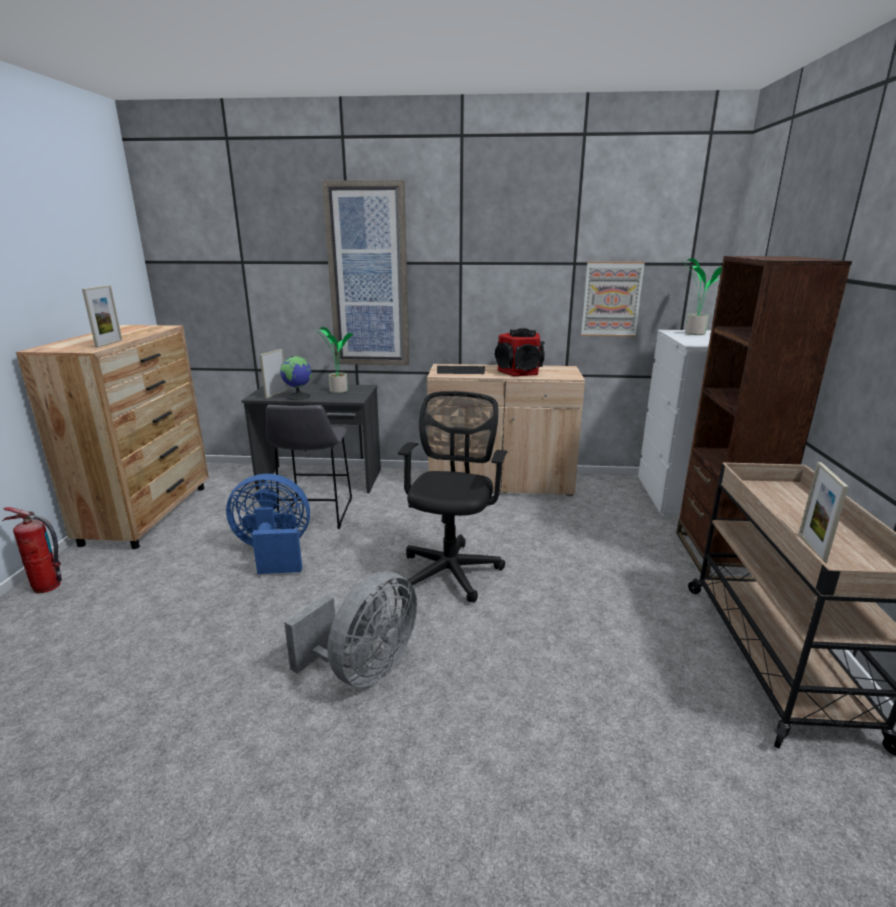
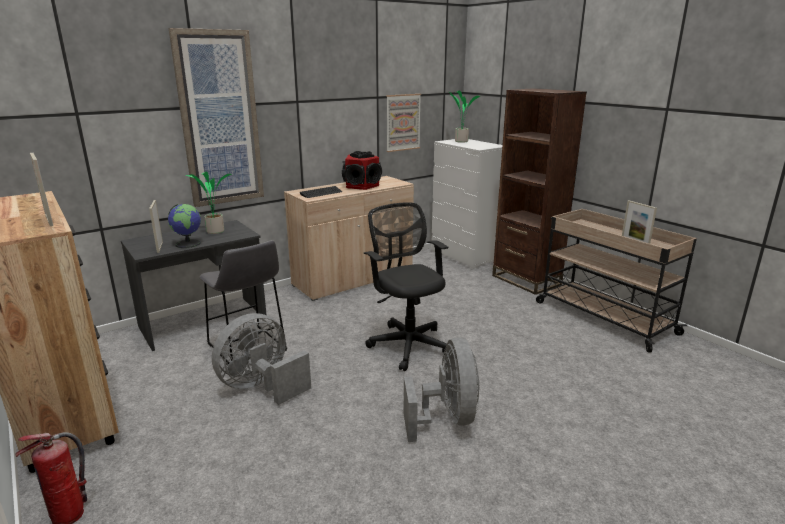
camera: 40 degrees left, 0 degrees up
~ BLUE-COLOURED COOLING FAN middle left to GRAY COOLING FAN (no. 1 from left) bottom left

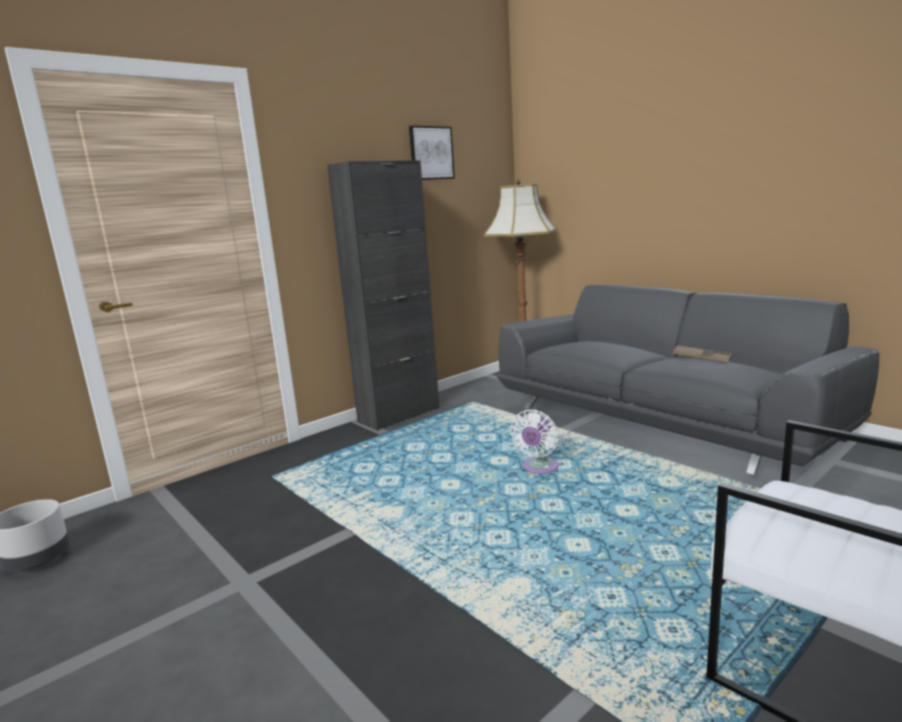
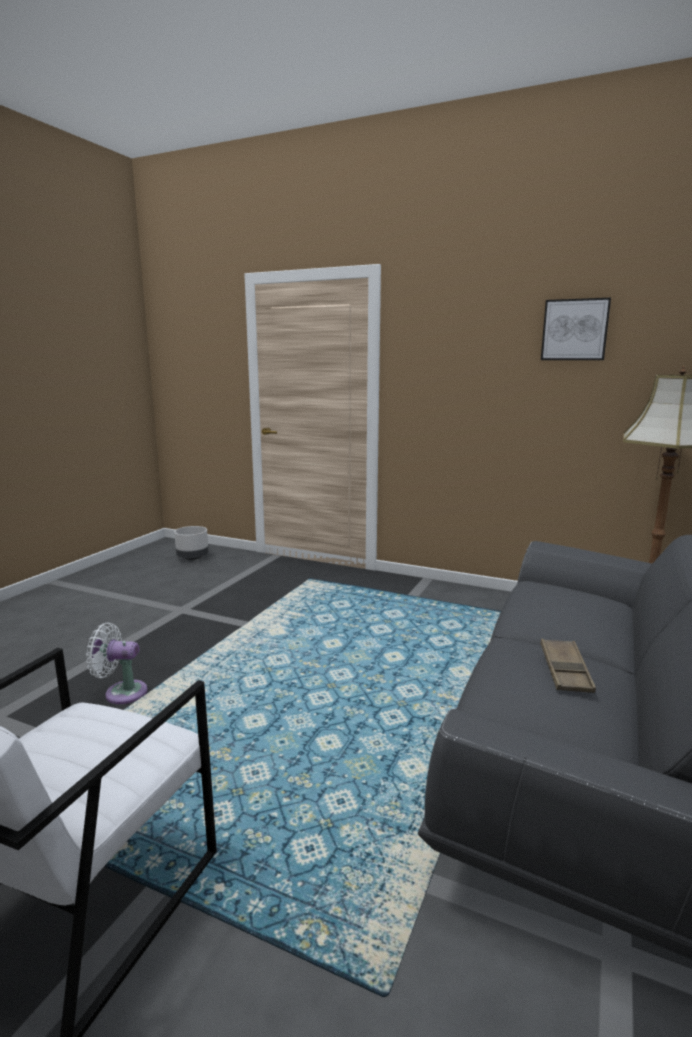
camera: 65 degrees right, 0 degrees up
- BLACKISH CUPBOARD centre
~ WHITE-COLOURED COOLING FAN centre to middle left

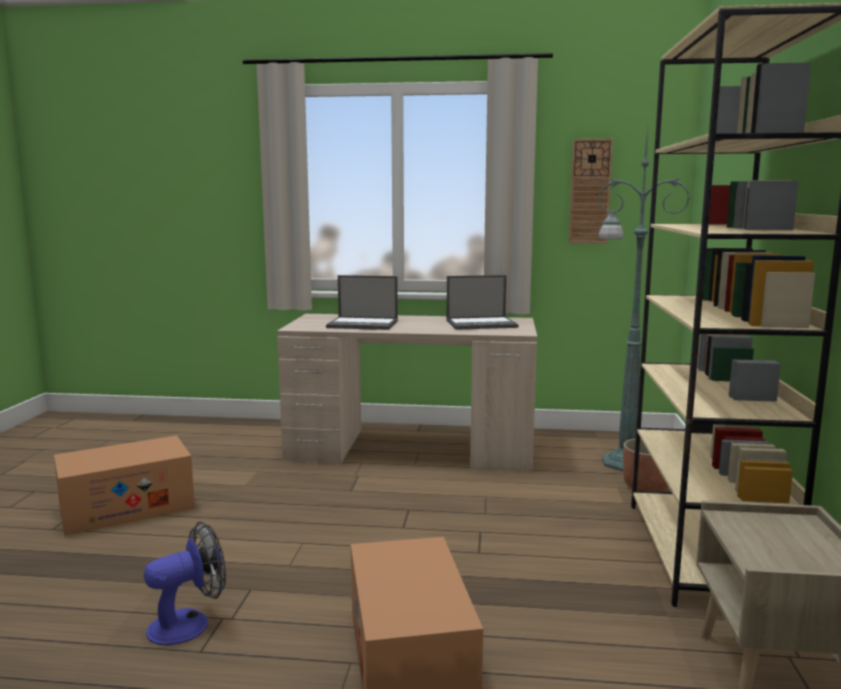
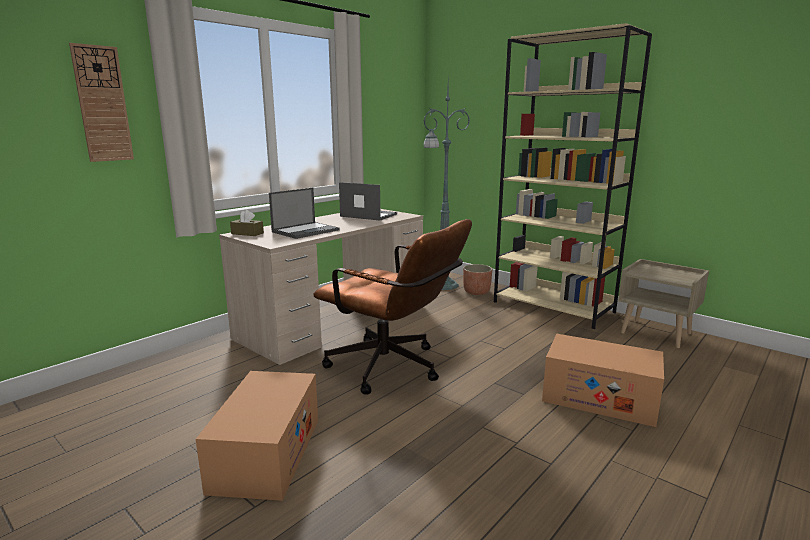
camera: 55 degrees left, 5 degrees up
- COOLING FAN bottom left
+ BROWN-COLOURED BOX OF TISSUES middle left
+ BROWN-COLOURED OFFICE CHAIR centre
~ CLOCK ON THE WALL top right to top left
~ PORTABLE COMPUTER (no. 2 from left) centre = centre 90 degrees counterclockwise

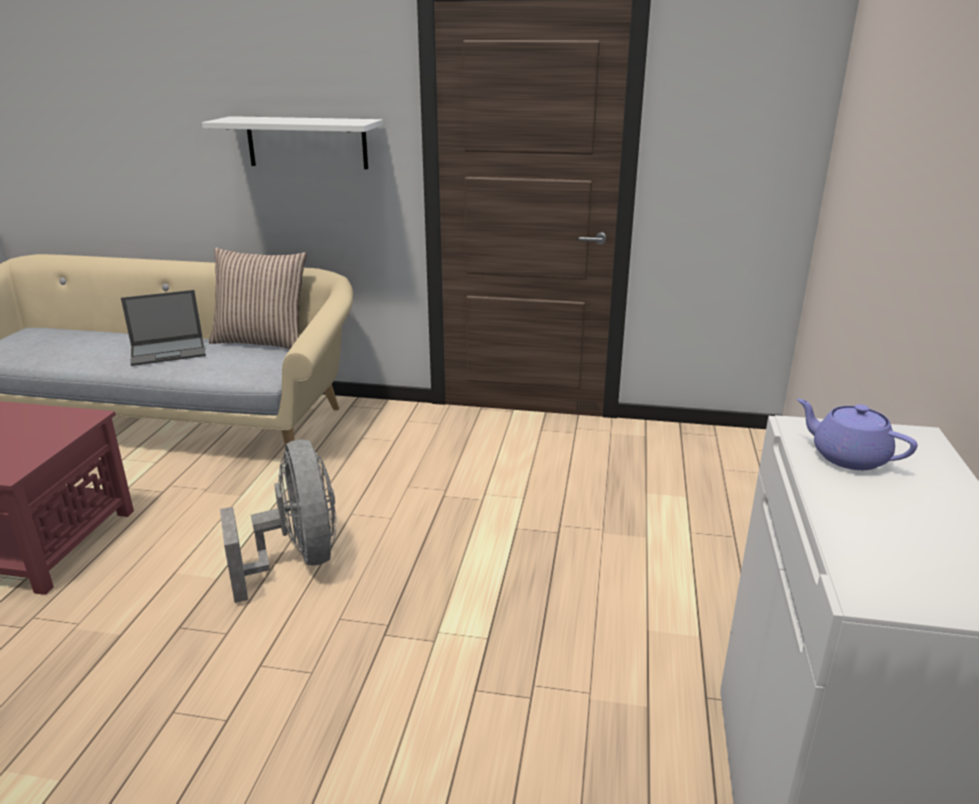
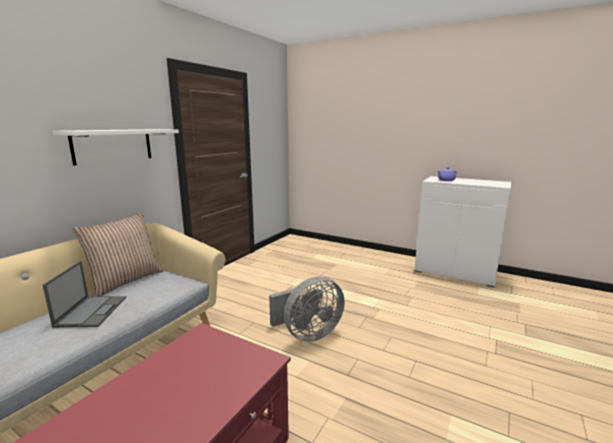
camera: 70 degrees left, 10 degrees down
~ GRAY COOLING FAN middle left = bottom centre 150 degrees clockwise

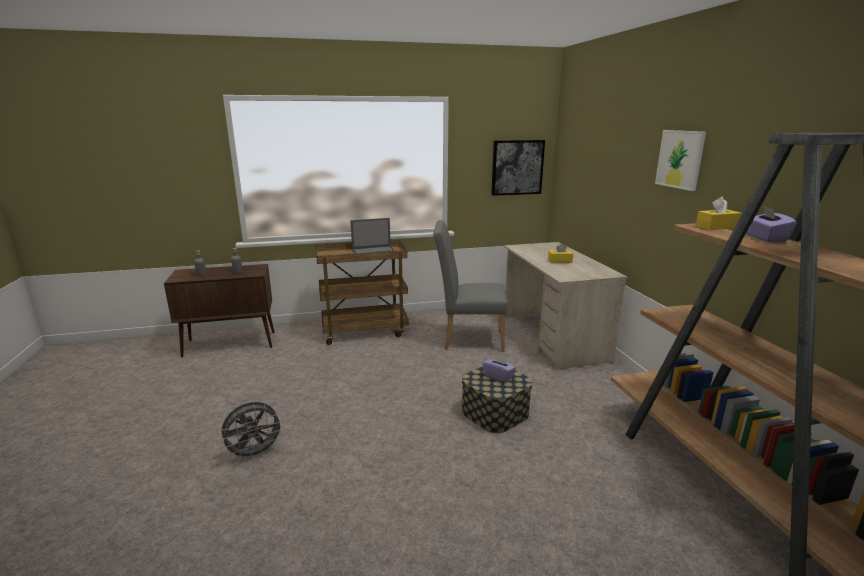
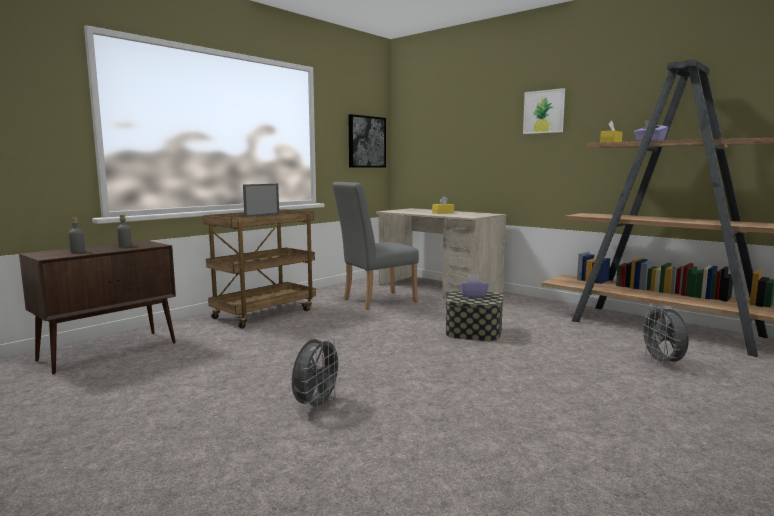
camera: 35 degrees left, 10 degrees down
+ GRAY COOLING FAN (no. 2 from left) middle right

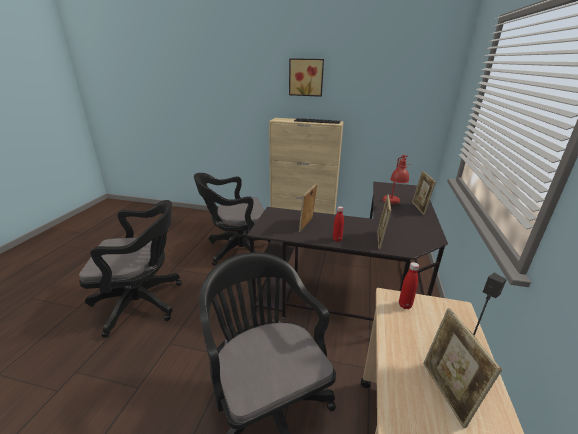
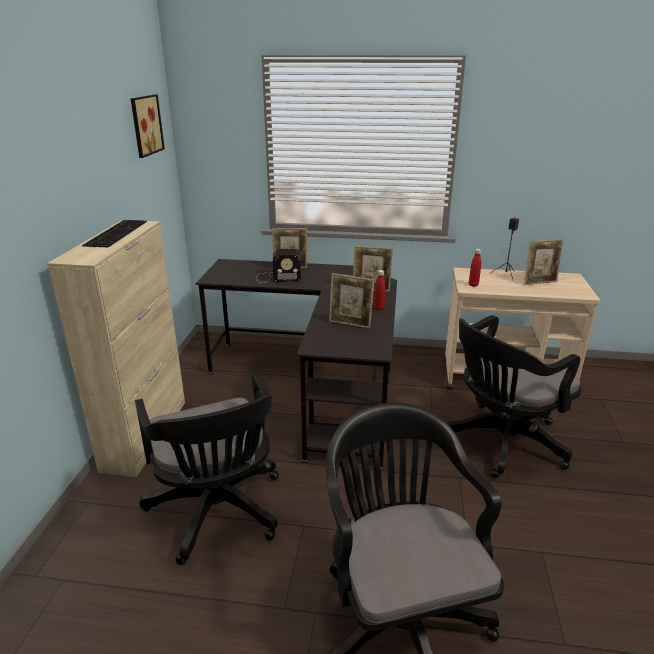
camera: 95 degrees left, 0 degrees up
~ PICTURE top centre to top left
~ RED LAMP FOR A TABLE middle right to RADIO SET centre

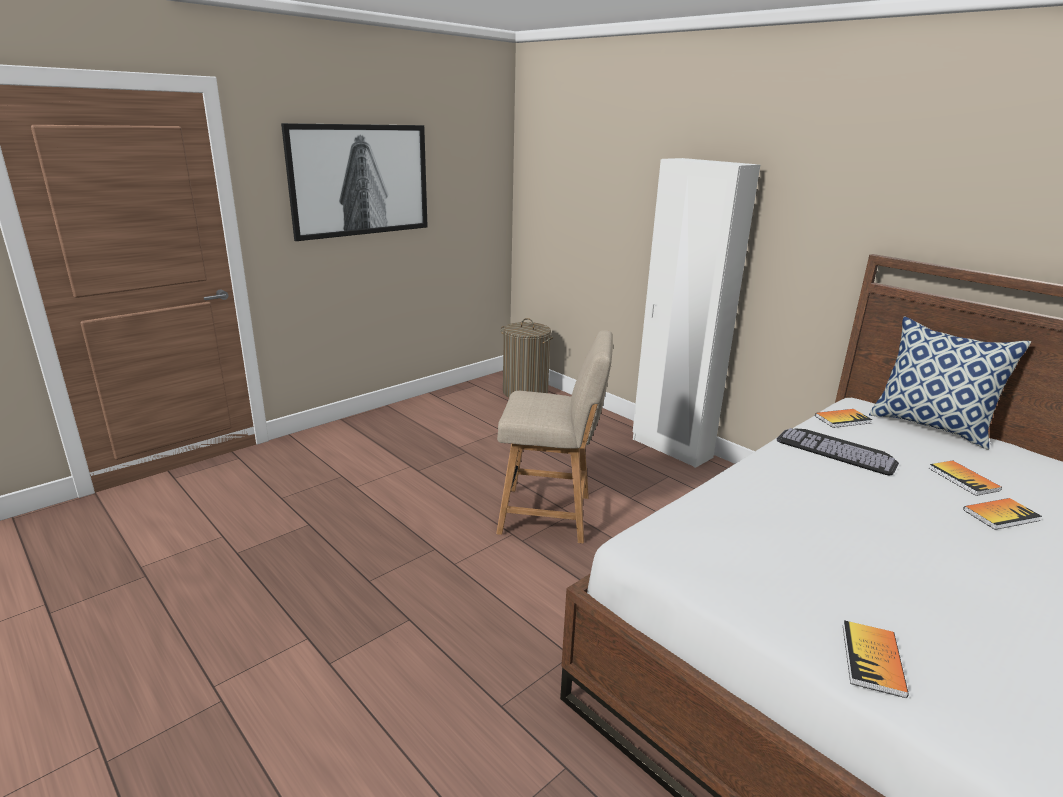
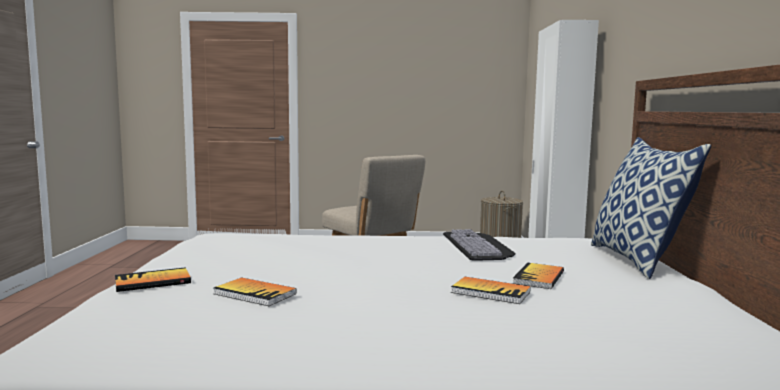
camera: 45 degrees right, 15 degrees down
- PICTURE top left
~ VOLUME (no. 1 from left in the first image) middle right to VOLUME (no. 2 from left) bottom left

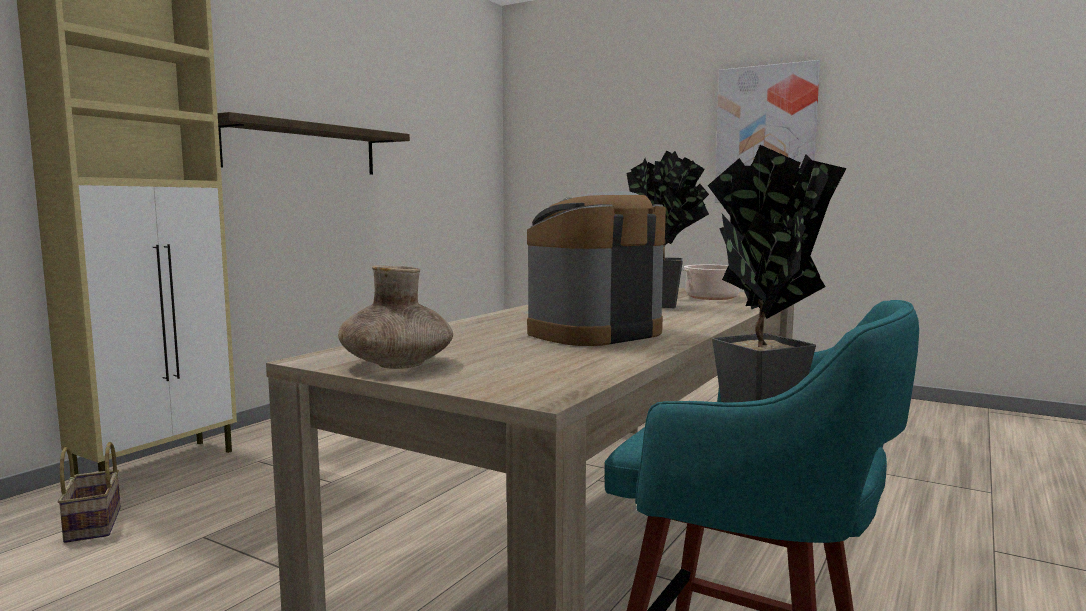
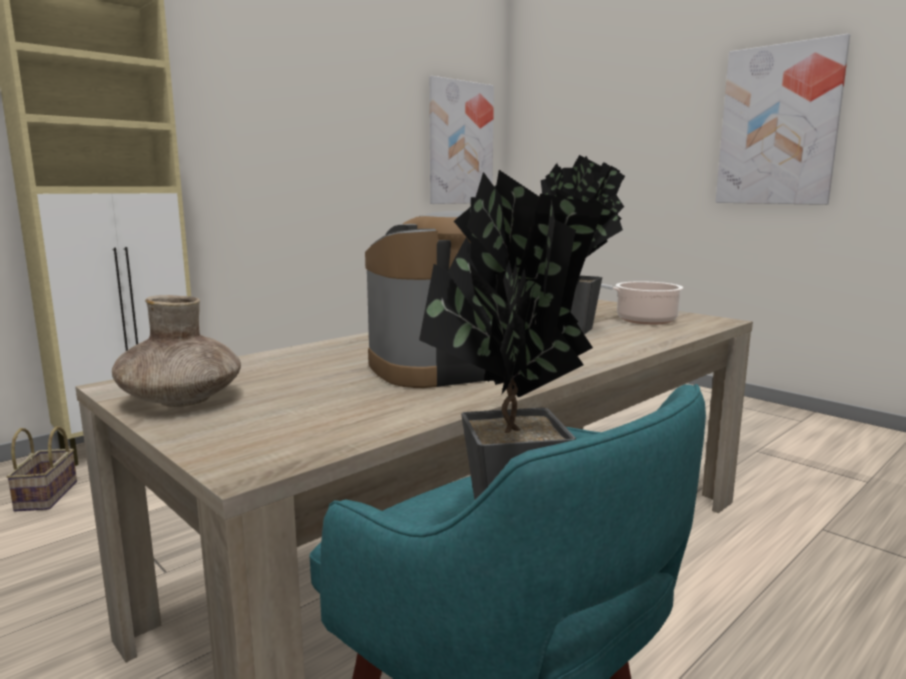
camera: 15 degrees right, 5 degrees up
- WALL SHELF top left
+ PICTURE (no. 1 from left) top centre

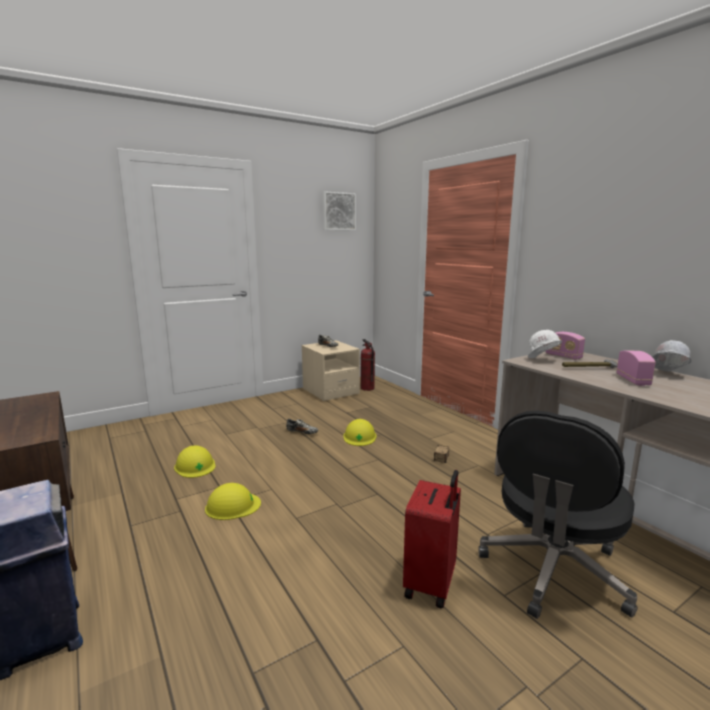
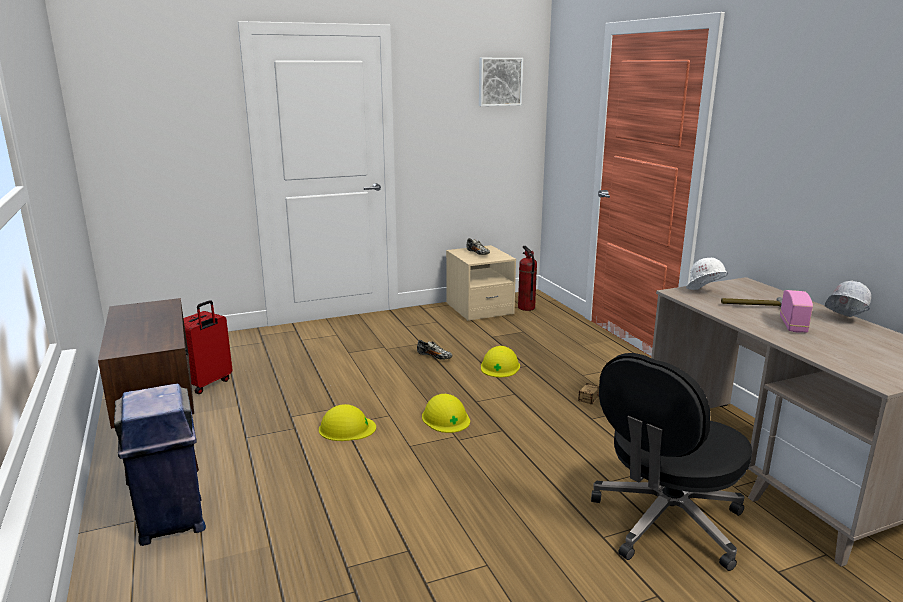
camera: 10 degrees right, 5 degrees up
- RADIO SET (no. 1 from left) middle right
~ YELLOW-COLOURED HARD HAT (no. 1 from left in the first image) middle left to YELLOW-COLOURED HARD HAT (no. 2 from left) bottom centre
~ RED TRAVEL CASE bottom centre to middle left

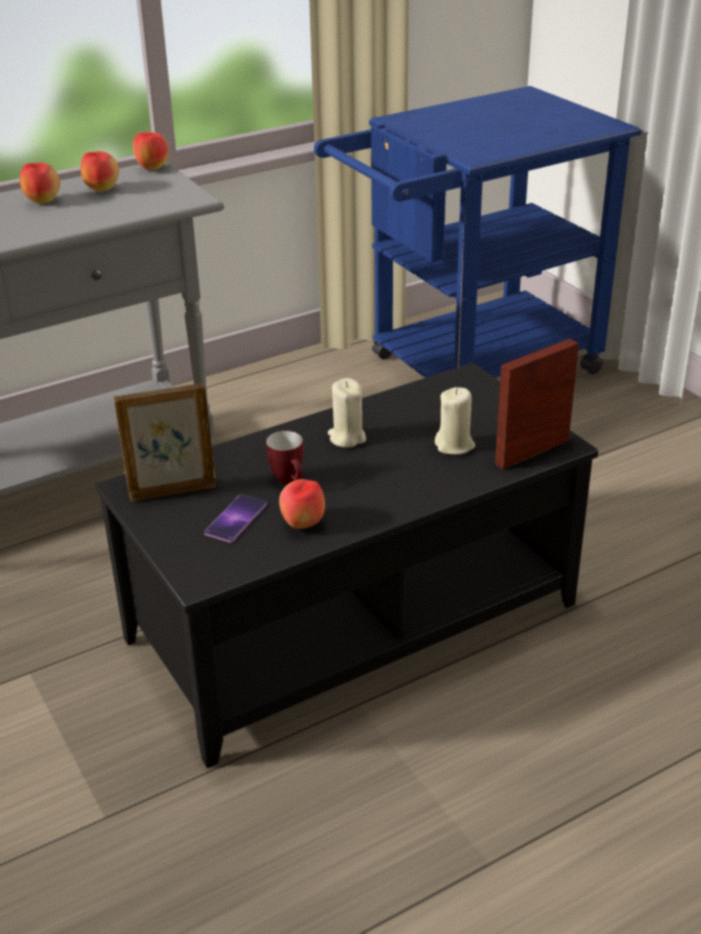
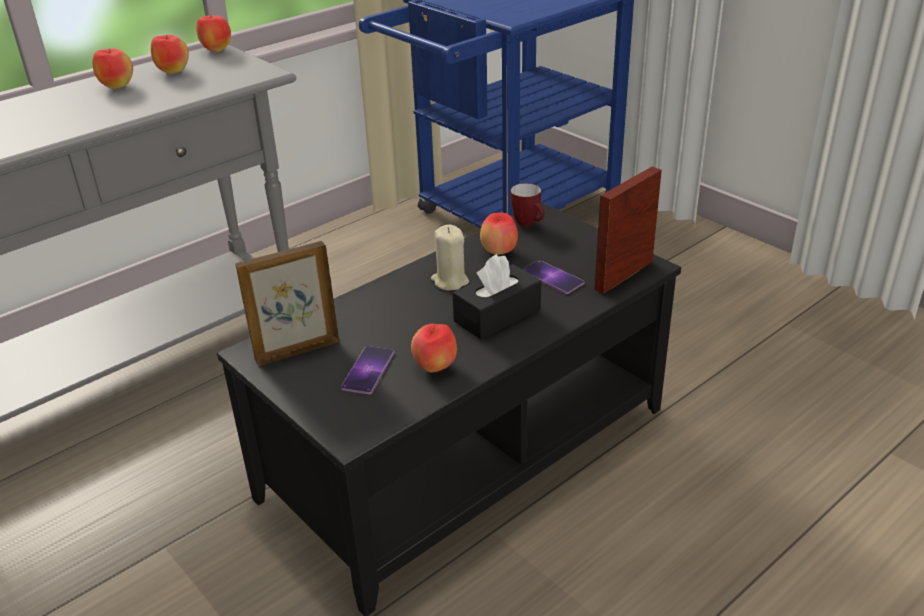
camera: 10 degrees left, 0 degrees up
+ BLACKISH BOX OF TISSUES centre
+ APPLE FRUIT (no. 5 from left) centre
~ MUG centre to top centre
~ SAND-COLOURED WAX LIGHT (no. 2 from left) centre to HANDSET (no. 2 from left) centre

